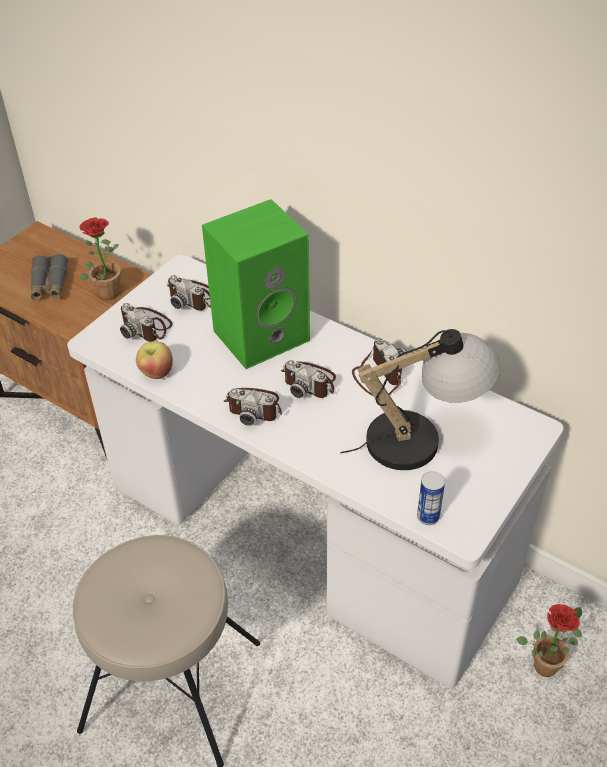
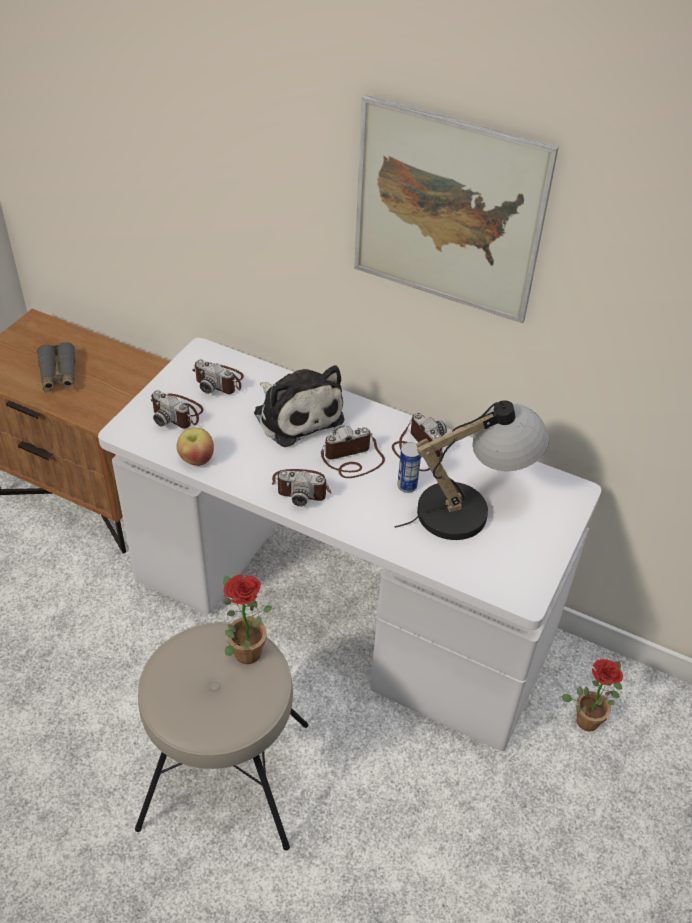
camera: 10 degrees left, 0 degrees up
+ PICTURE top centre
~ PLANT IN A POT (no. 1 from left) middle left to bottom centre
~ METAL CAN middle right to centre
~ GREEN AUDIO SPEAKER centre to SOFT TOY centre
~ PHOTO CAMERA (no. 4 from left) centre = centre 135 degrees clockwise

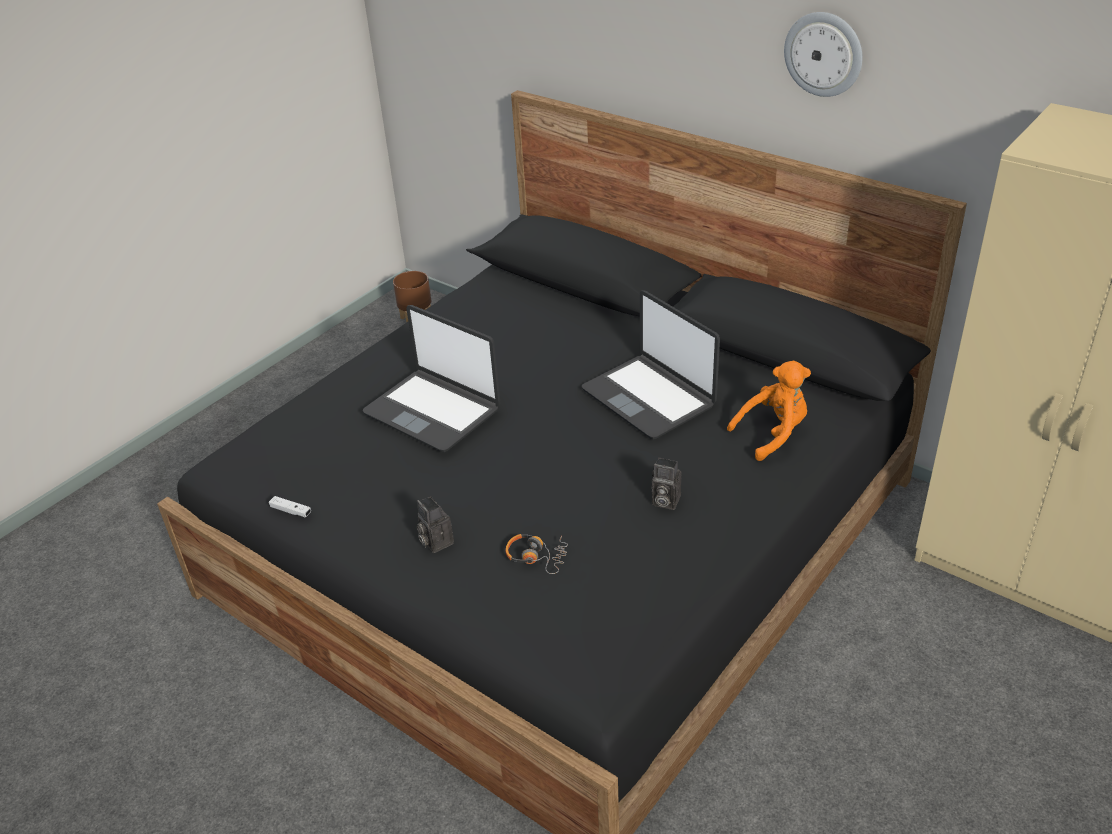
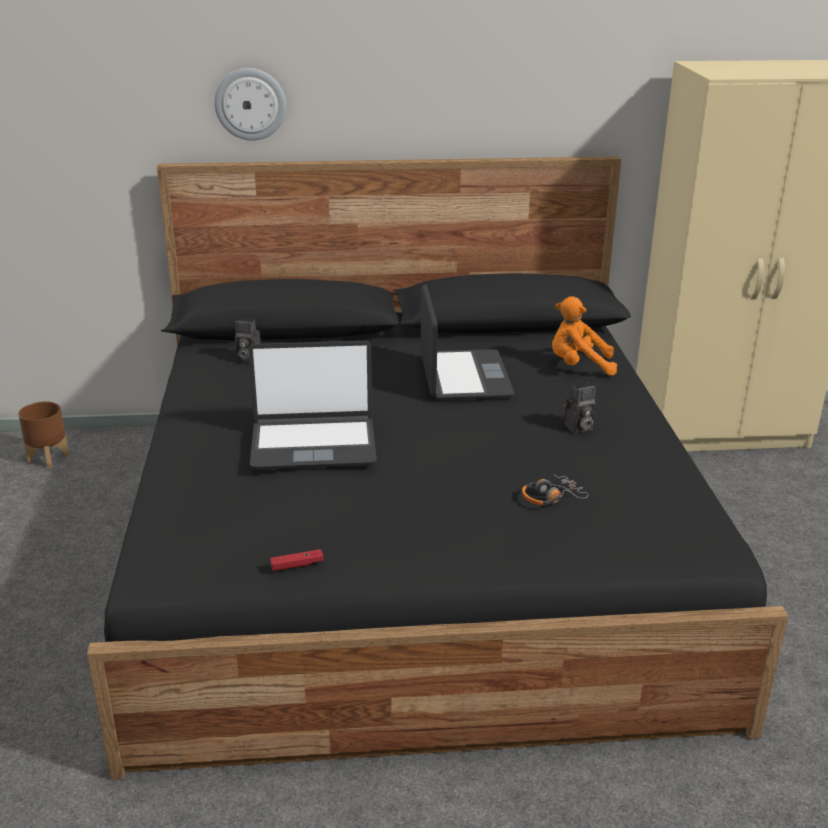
camera: 45 degrees left, 10 degrees down
~ PHOTO CAMERA (no. 1 from left) centre to middle left
~ CLOCK ON THE WALL top right to top left
~ WHITE-COLOURED GAMEPAD middle left to RED GAMEPAD bottom centre
~ PORTABLE COMPUTER (no. 2 from left) centre = centre 105 degrees counterclockwise
~ ORANGE SOFT TOY middle right = middle right 105 degrees counterclockwise

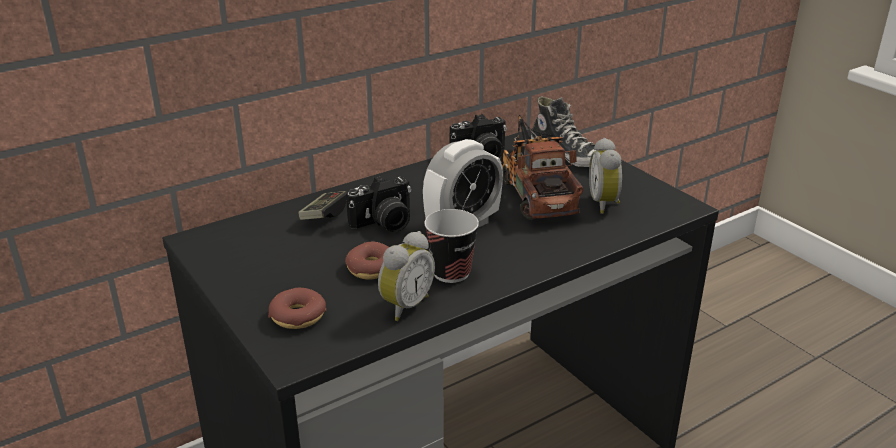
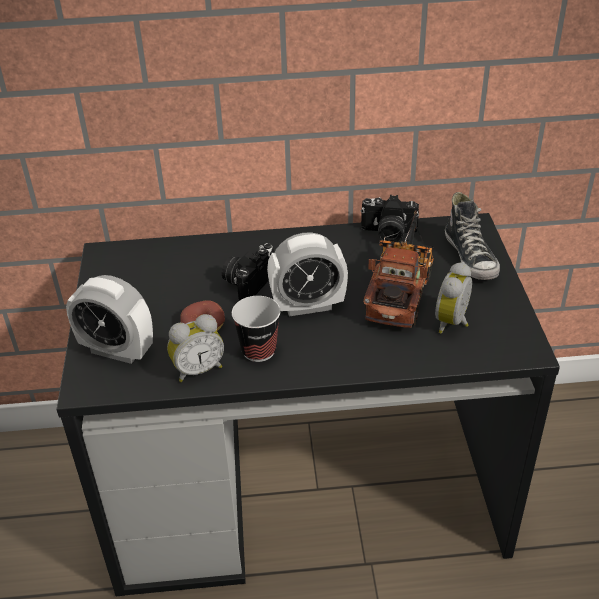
camera: 30 degrees right, 10 degrees up
- GAMEPAD centre
~ DOUGHNUT (no. 1 from left) bottom left to ALARM CLOCK (no. 1 from left) middle left
~ PHOTO CAMERA (no. 1 from left) centre = centre 120 degrees clockwise

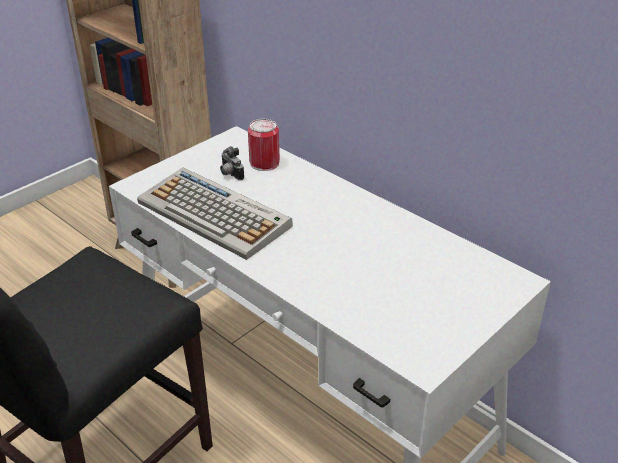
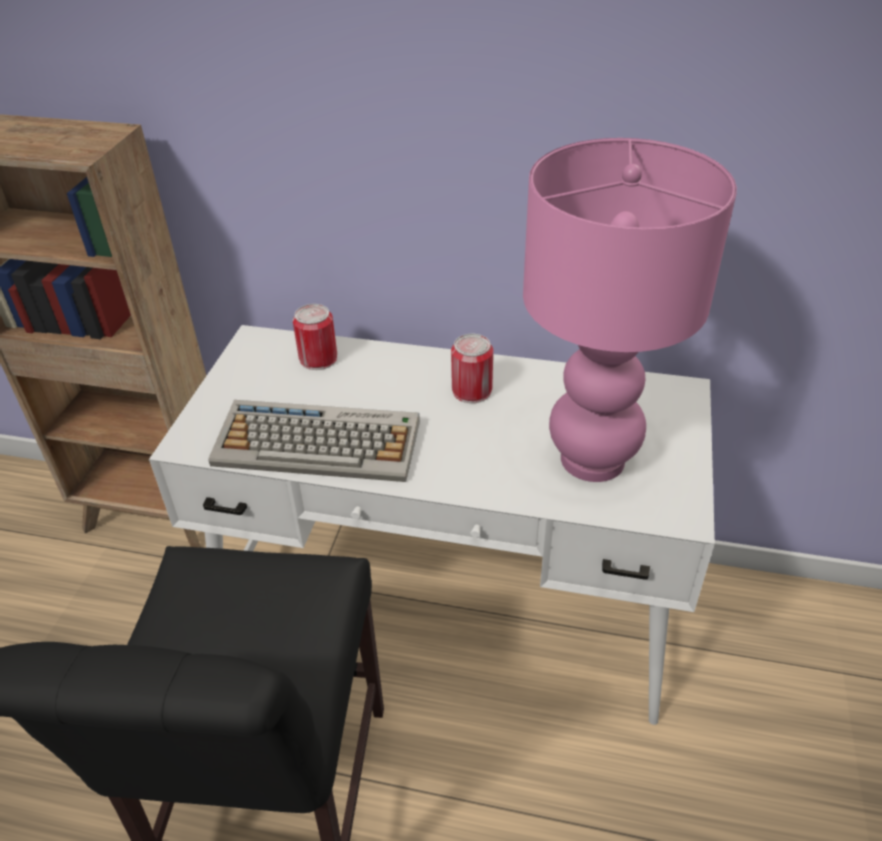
camera: 30 degrees left, 5 degrees up
- PHOTO CAMERA centre
+ METAL CAN (no. 2 from left) centre
+ PINK LAMP FOR A TABLE middle right

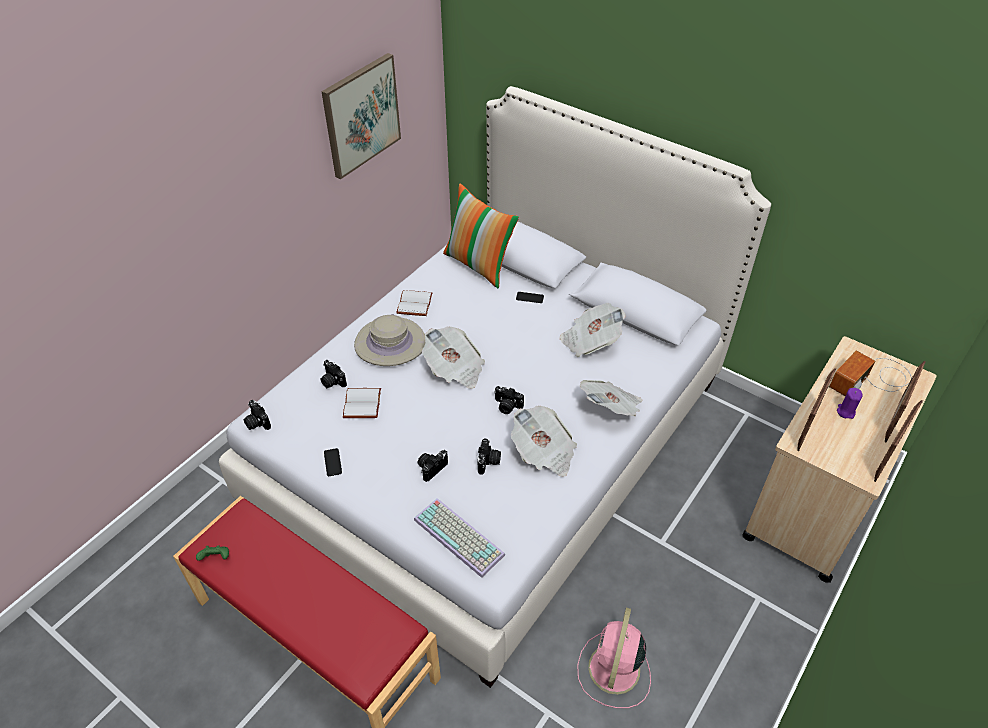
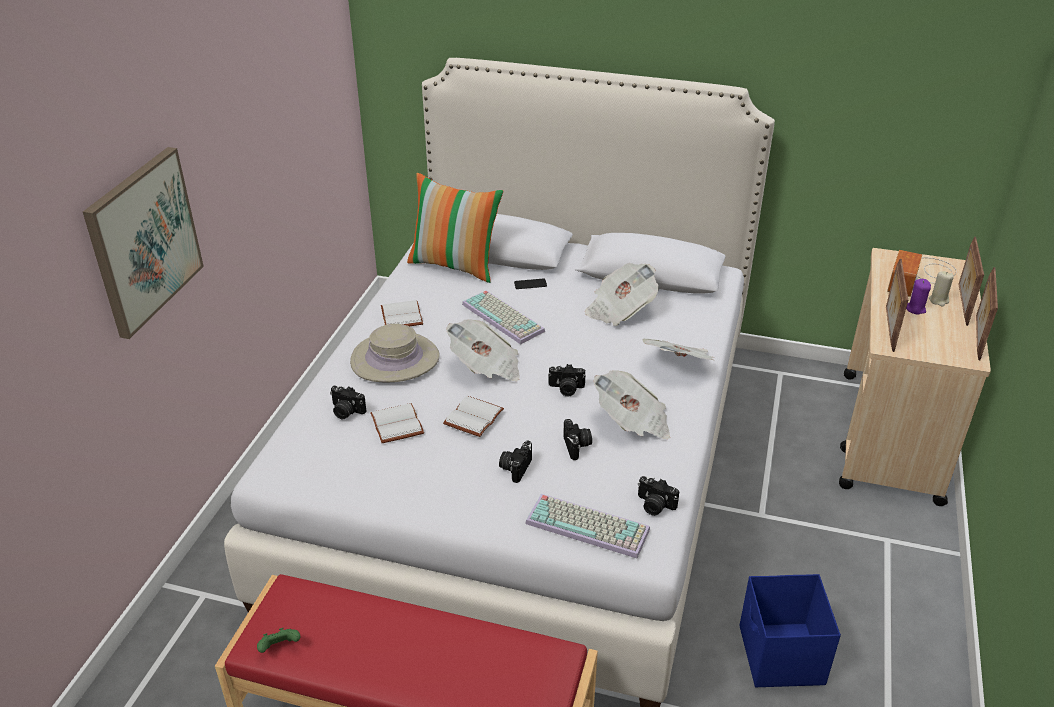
camera: 20 degrees left, 10 degrees down
- HANDSET (no. 1 from left) centre
+ WHITE-COLOURED VOLUME (no. 3 from left) centre
+ COMPUTER KEYBOARD (no. 1 from left) centre
+ SAND-COLOURED WAX LIGHT middle right
~ PHOTO CAMERA (no. 1 from left in the first image) middle left to PHOTO CAMERA (no. 5 from left) bottom centre
~ PICTURE top centre to middle left
~ PINK COOLING FAN bottom centre to BLUE-COLOURED STORAGE BIN bottom right

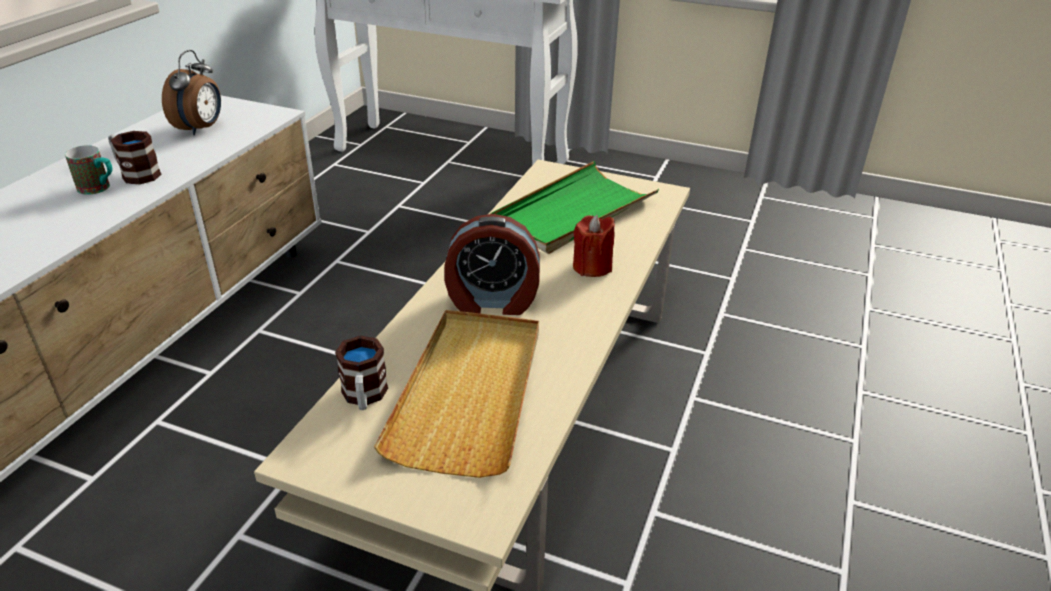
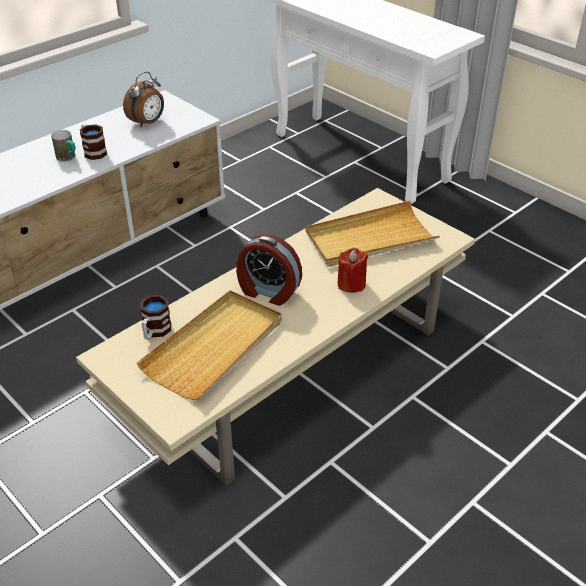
camera: 25 degrees right, 5 degrees up
~ GREEN SERVING TRAY centre to SAND-COLOURED SERVING TRAY (no. 2 from left) centre

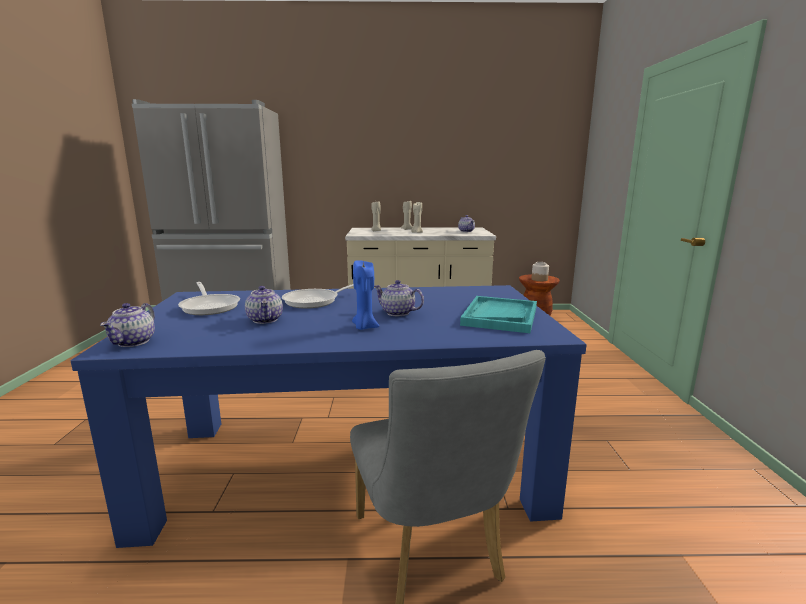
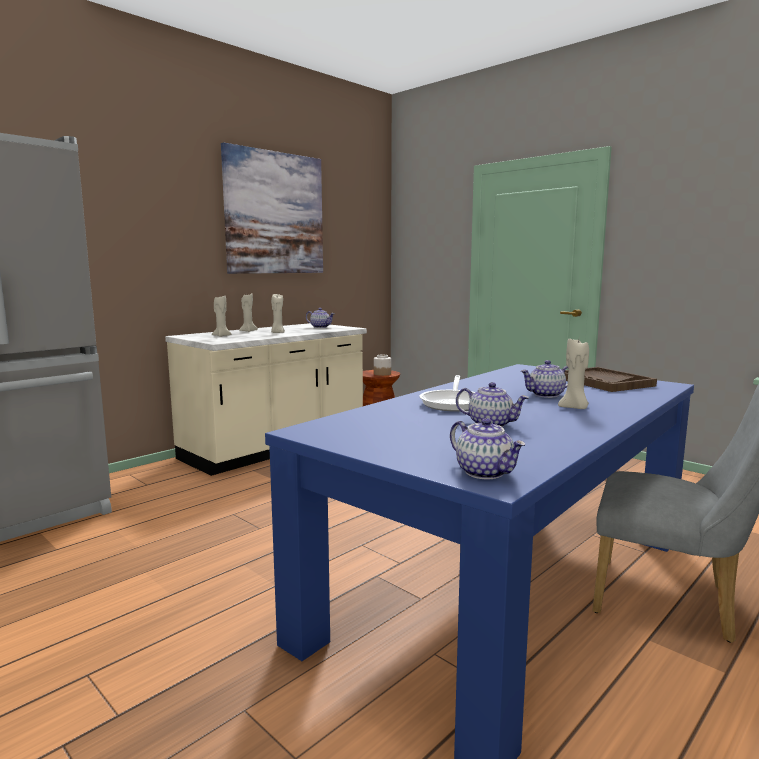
camera: 45 degrees left, 5 degrees down
- PAN (no. 1 from left) middle left
+ PICTURE top centre
~ BLUE-COLOURED WAX LIGHT centre to SAND-COLOURED WAX LIGHT (no. 4 from left) middle right
~ BLUE-GREEN SERVING TRAY centre to BROWN-COLOURED SERVING TRAY middle right

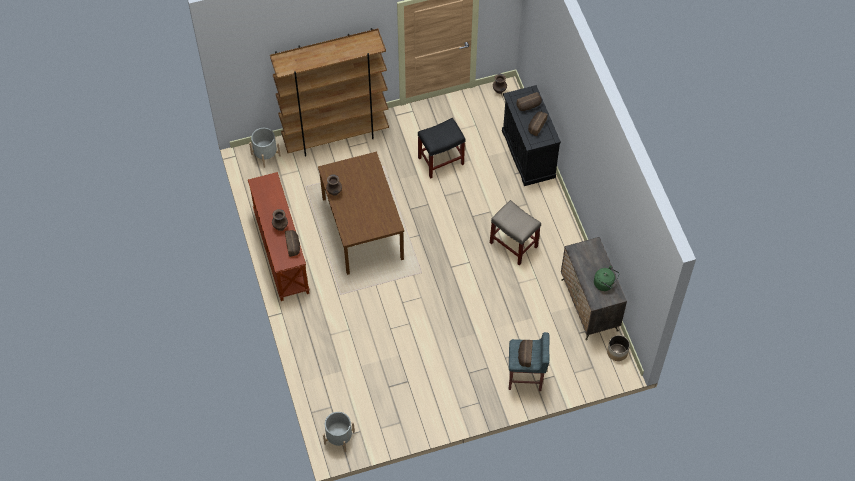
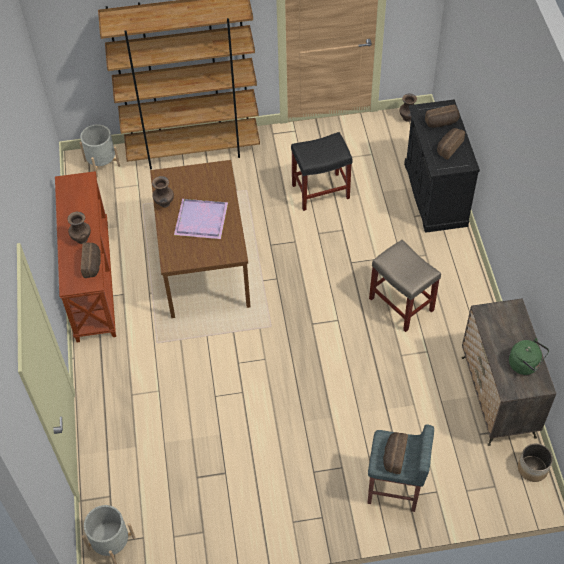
camera: 10 degrees right, 5 degrees down
+ PURPLE SERVING TRAY centre

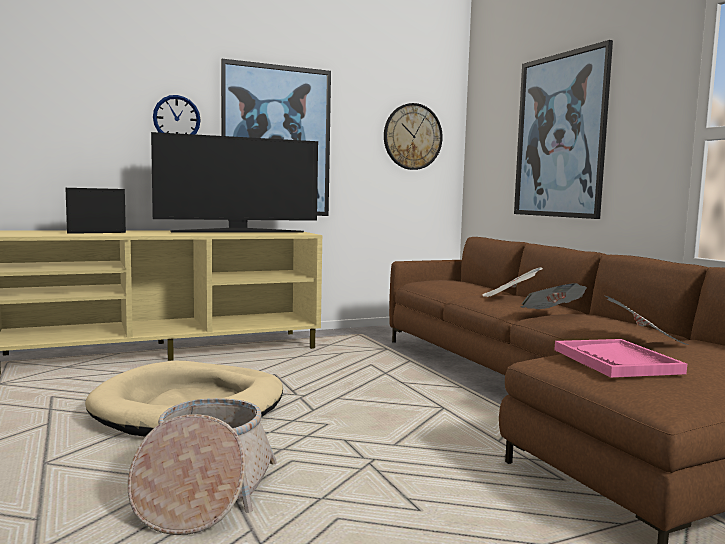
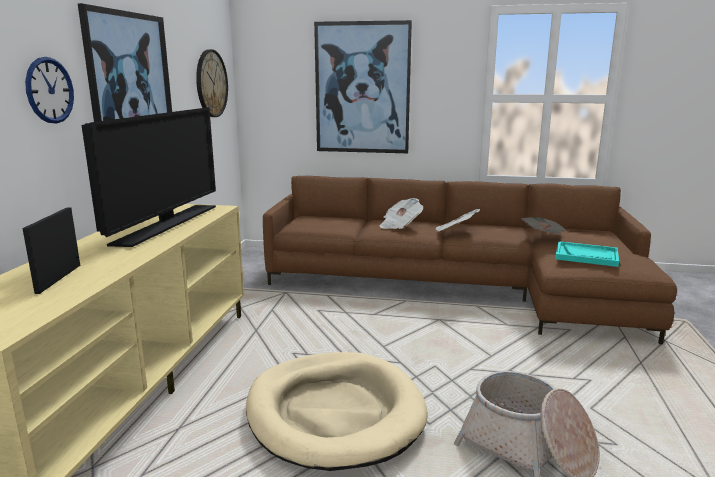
camera: 55 degrees left, 10 degrees up
~ PINK SERVING TRAY middle right to BLUE-GREEN SERVING TRAY middle right

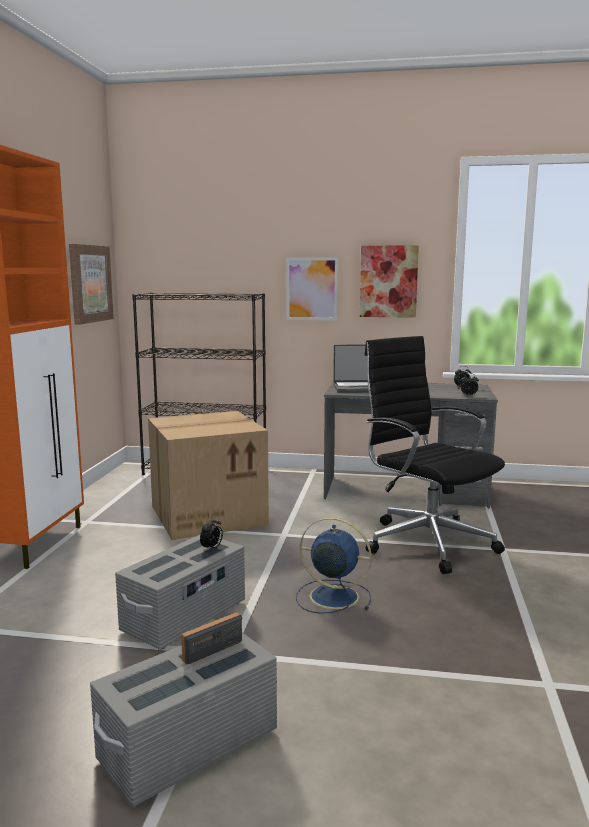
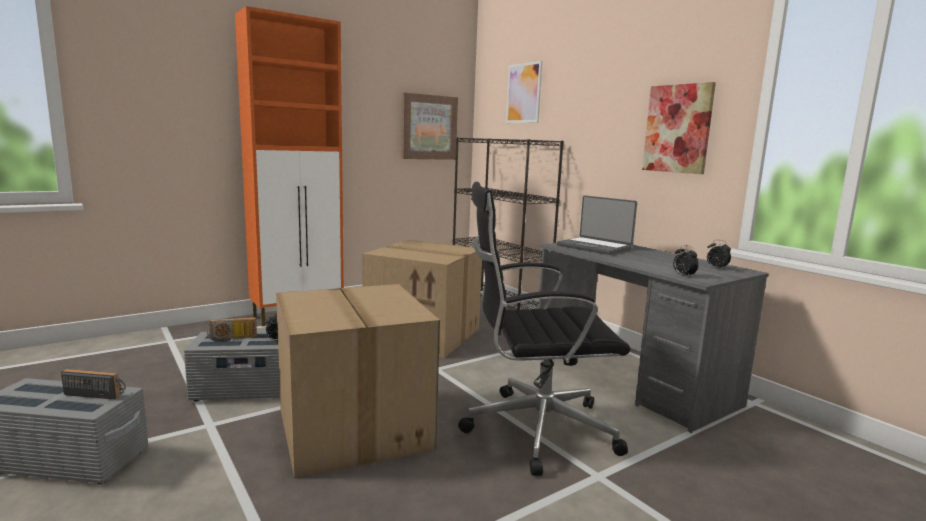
camera: 45 degrees right, 0 degrees up
+ RADIO SET (no. 2 from left) middle left
~ PICTURE (no. 2 from left) centre to top centre
~ BLUE-COLOURED COOLING FAN bottom centre to CARDBOARD BOX (no. 1 from left) bottom centre
~ BLACKISH OFFICE CHAIR middle right = centre 105 degrees counterclockwise

